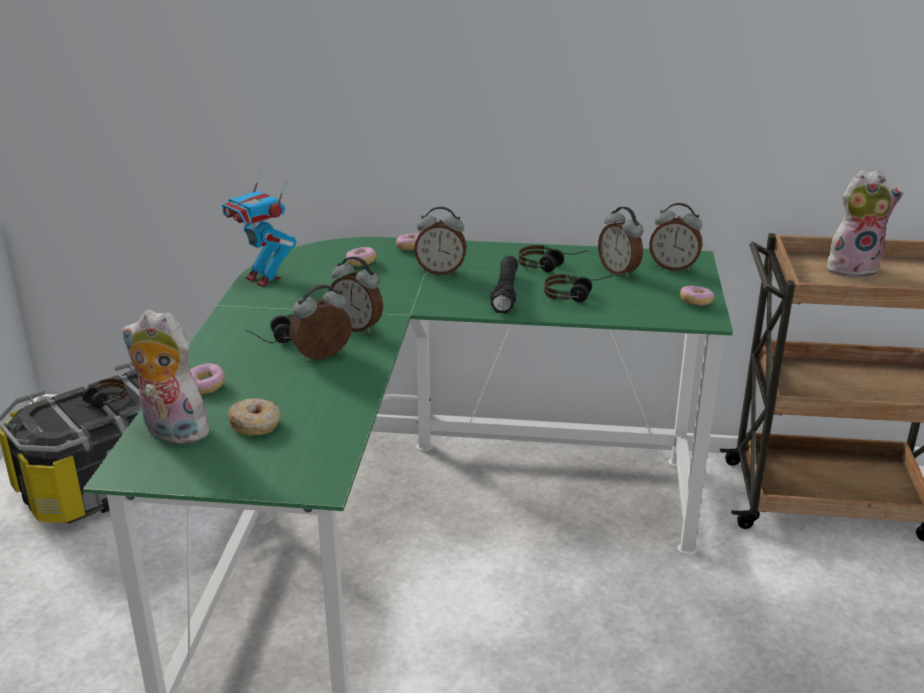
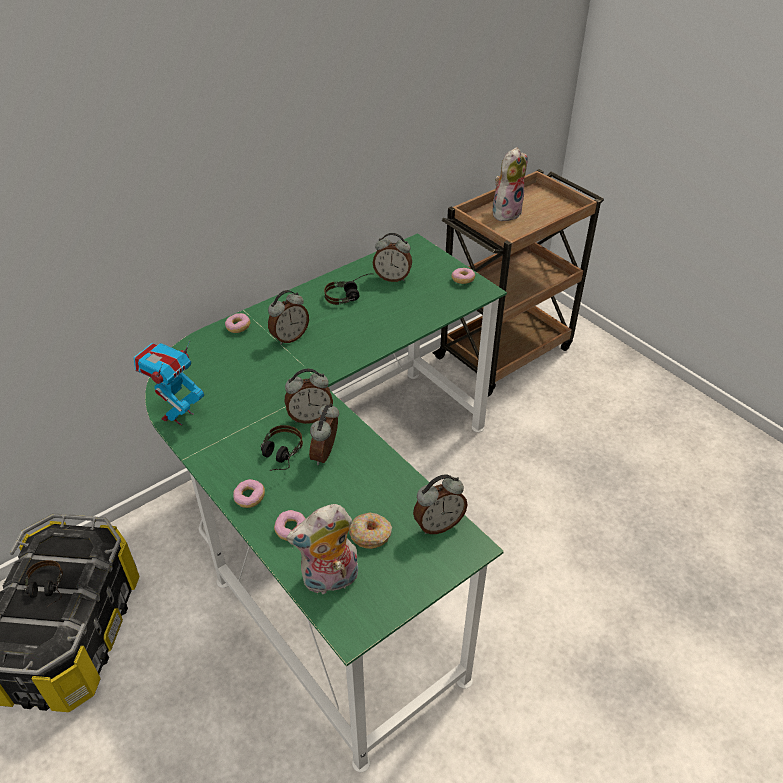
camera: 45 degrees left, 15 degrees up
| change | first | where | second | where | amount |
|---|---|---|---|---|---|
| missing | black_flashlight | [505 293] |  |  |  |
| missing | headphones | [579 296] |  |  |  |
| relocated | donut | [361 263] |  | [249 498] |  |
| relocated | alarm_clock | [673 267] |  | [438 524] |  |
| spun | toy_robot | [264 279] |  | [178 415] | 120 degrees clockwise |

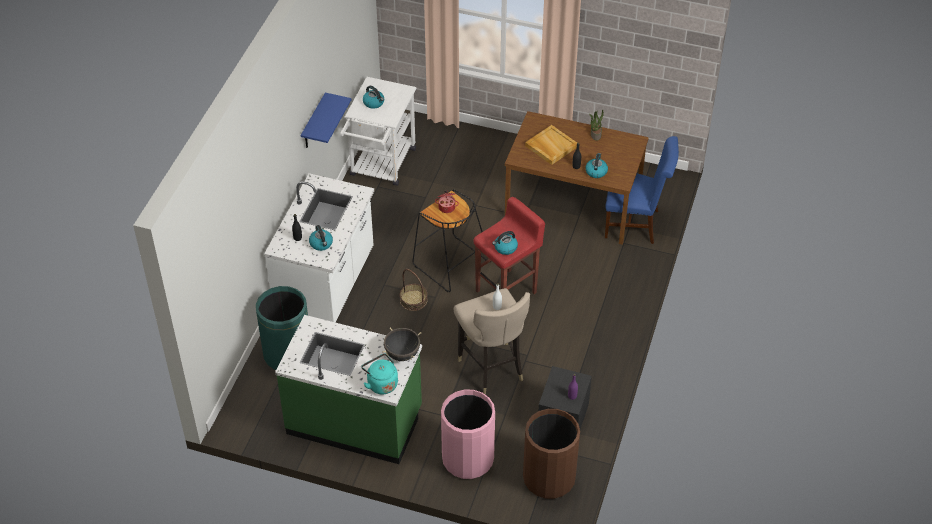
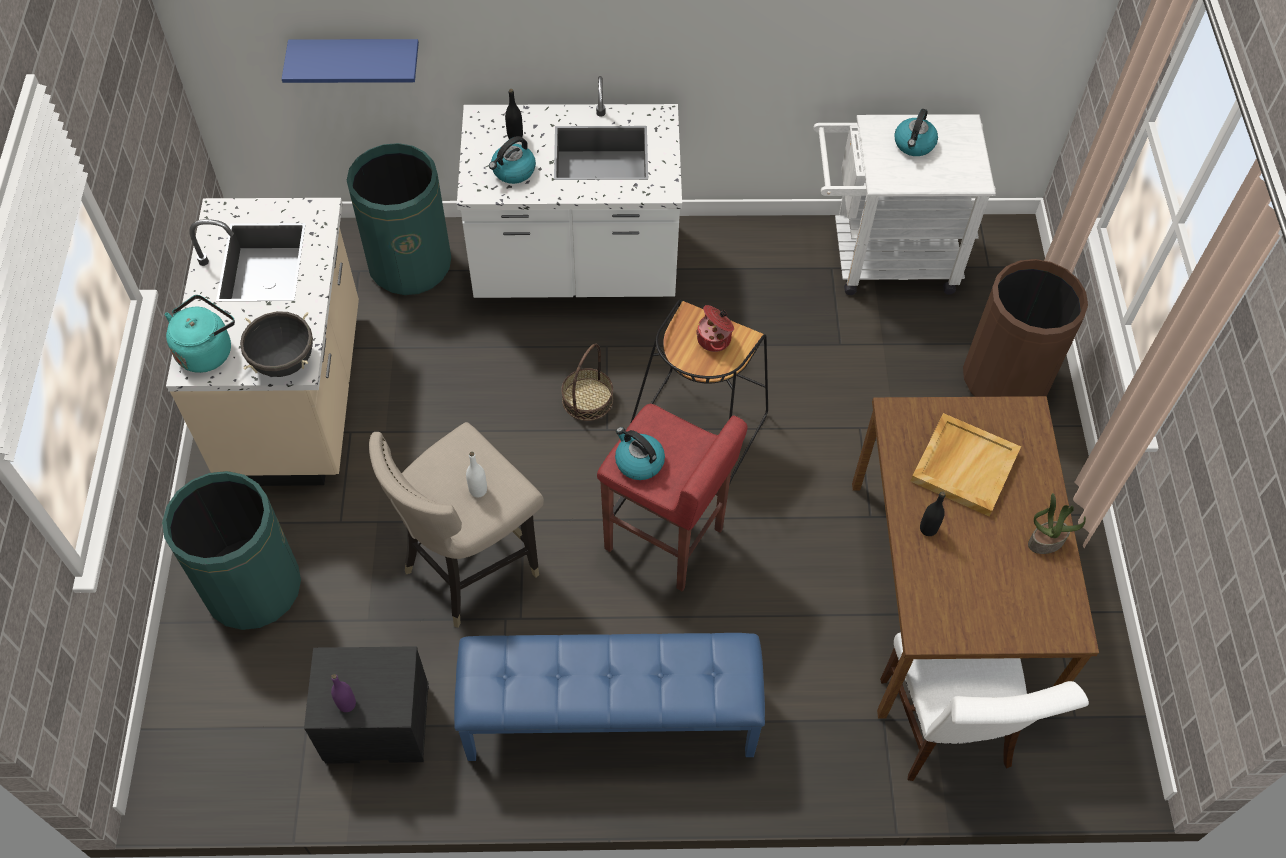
camera: 70 degrees right, 10 degrees up
| change | first | where | second | where | amount |
|---|---|---|---|---|---|
| missing | kettle | [596 171] |  |  |  |
| appeared |  |  | blue_bench | [610 719] |  |
| relocated | blue_shelf | [313 123] |  | [357 58] |  |
| relocated | brown_trash_can | [549 478] |  | [1005 378] |  |
| colour | green_counter | [355 420] | beige_counter | [296 395] |  |
| colour | pink_trash_can | [467 459] | green_trash_can | [253 587] |  |
| colour | blue_chair | [636 224] | white_chair | [949 731] |  |

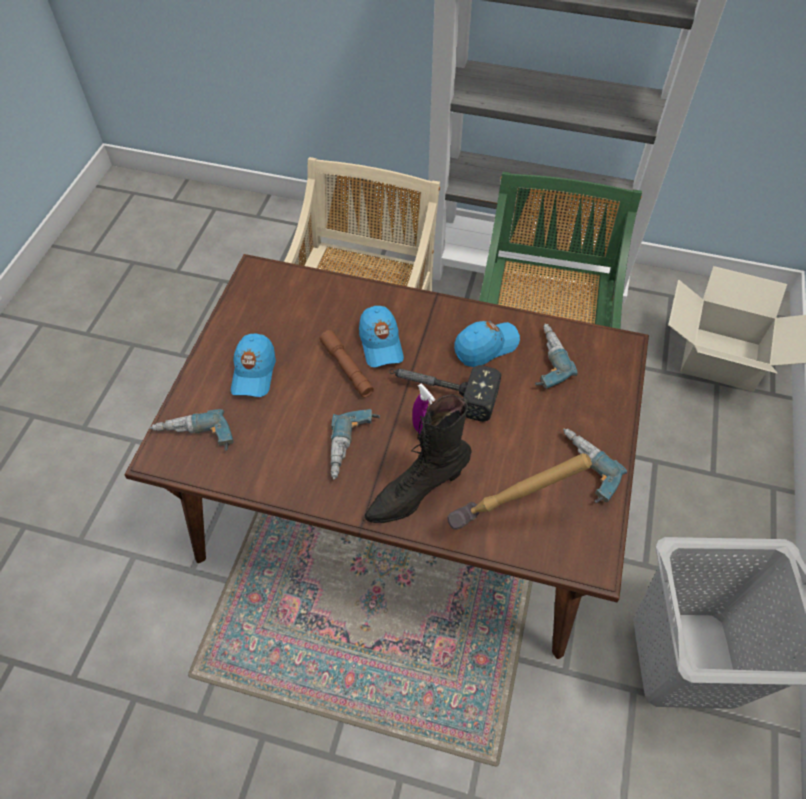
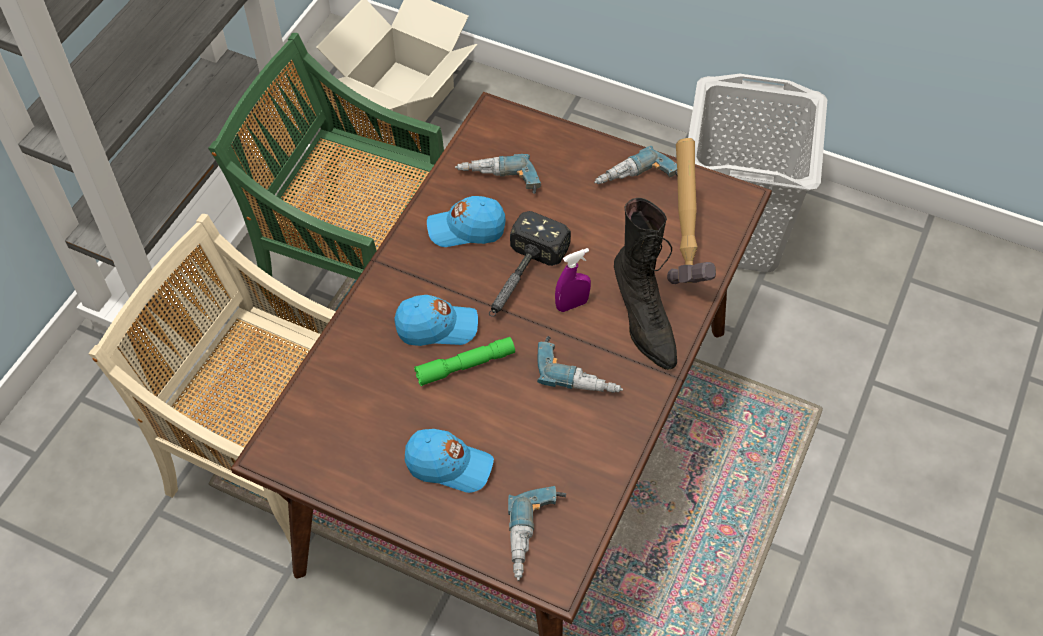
camera: 80 degrees left, 0 degrees up
| change | first | where | second | where | amount |
|---|---|---|---|---|---|
| colour | brown_flashlight | [347 368] | green_flashlight | [465 365] |  |
| spun | blue_cap | [485 346] |  | [466 229] | 75 degrees counterclockwise |

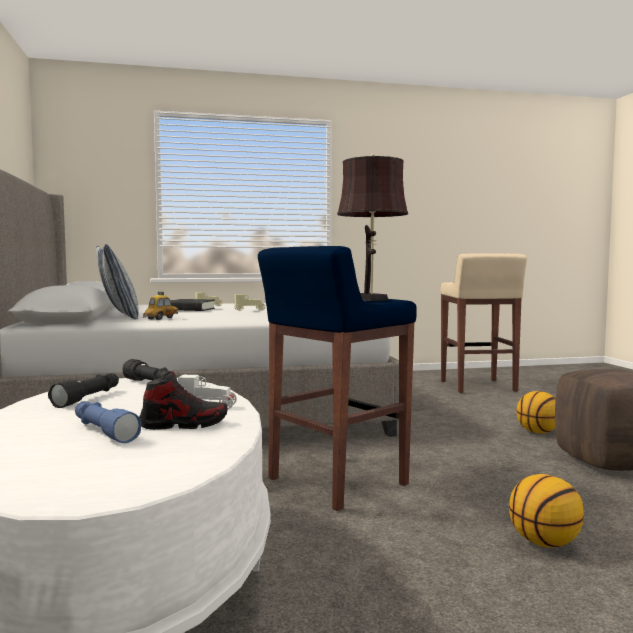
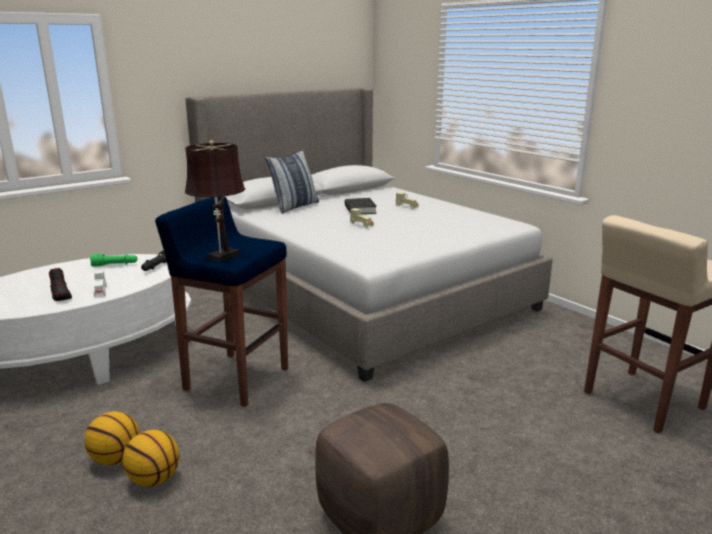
camera: 65 degrees right, 15 degrees up
| change | first | where | second | where | amount |
|---|---|---|---|---|---|
| missing | blue_flashlight | [103 432] |  |  |  |
| missing | toy_car | [161 318] |  |  |  |
| relocated | basketball | [538 432] |  | [116 459] |  |
| colour | black_flashlight | [88 398] | green_flashlight | [115 265] |  |

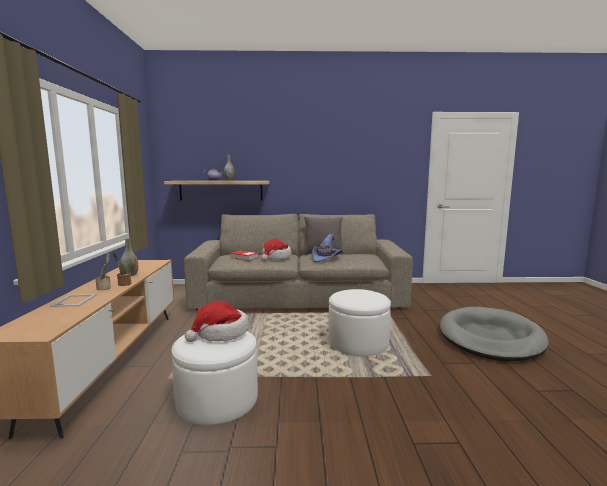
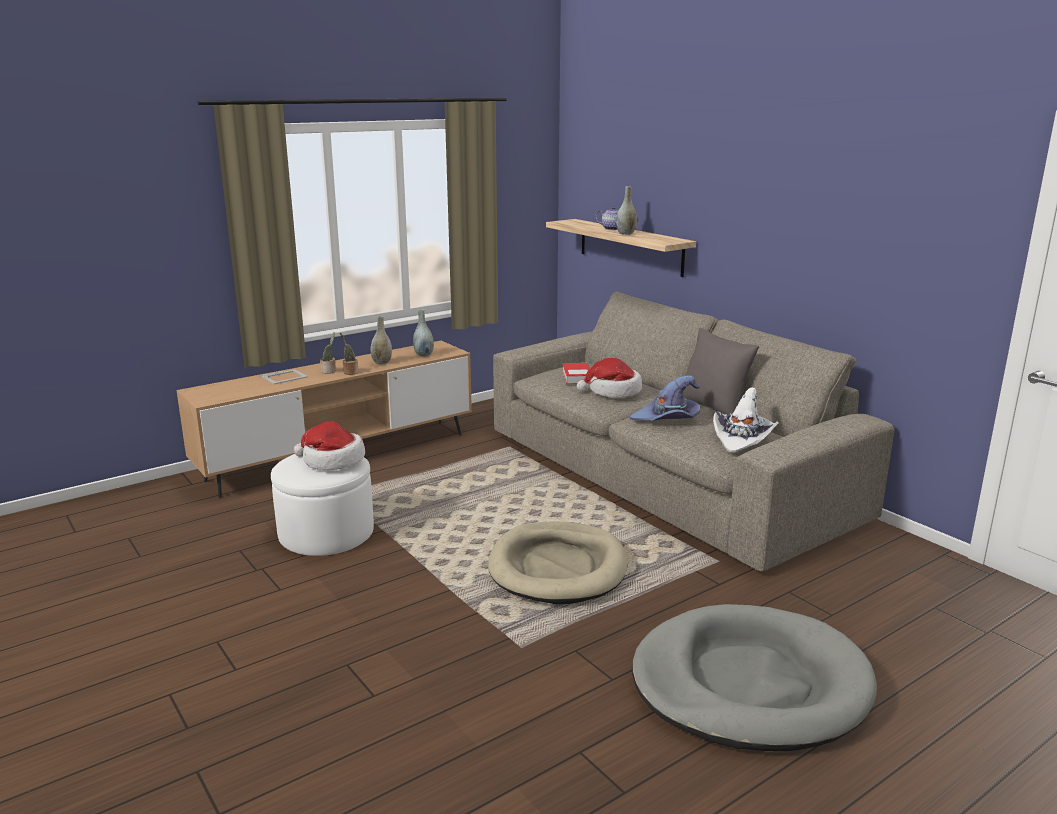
camera: 55 degrees right, 10 degrees up
| change | first | where | second | where | amount |
|---|---|---|---|---|---|
| appeared |  |  | grey_vase | [423 355] |  |
| appeared |  |  | white_hat | [742 439] |  |
| exchanged | white_ottoman | [358 342] | beige_dog_bed | [558 568] |  |

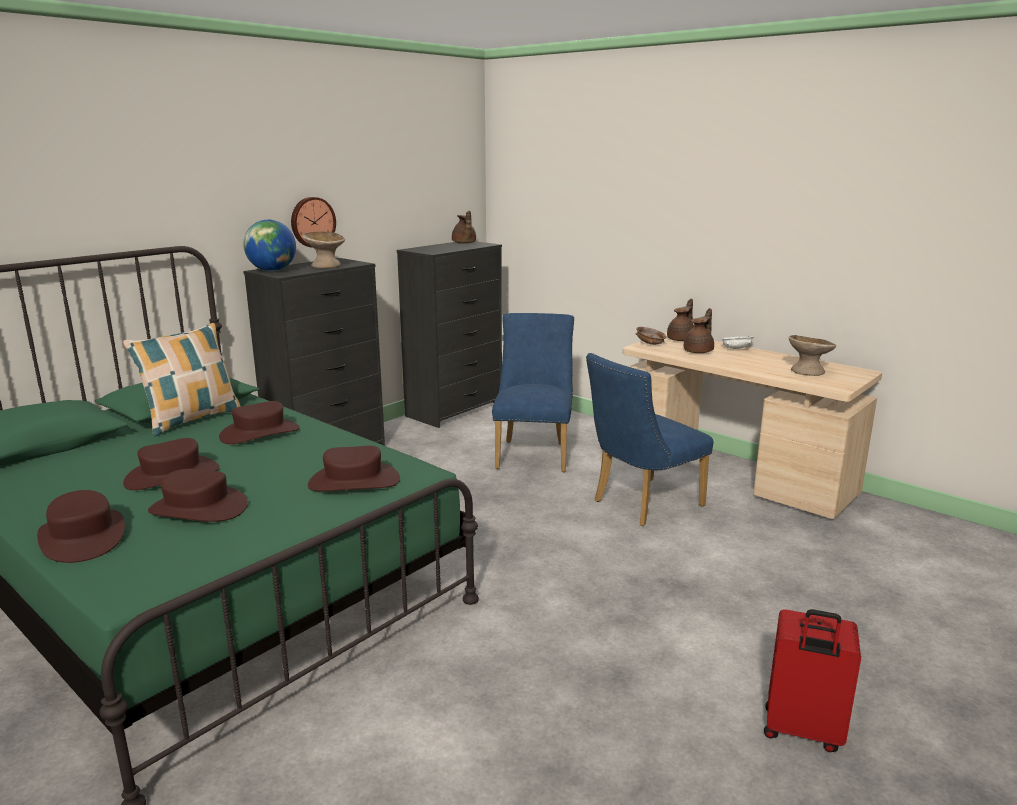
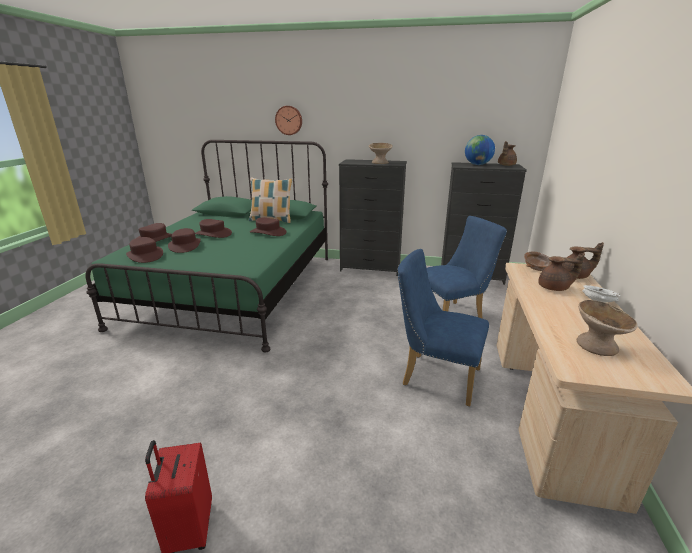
camera: 60 degrees right, 5 degrees up
| change | first | where | second | where | amount |
|---|---|---|---|---|---|
| relocated | globe | [272 271] |  | [477 165] |  |
| relocated | wall_clock | [312 222] |  | [289 120] |  |
| relocated | brown_hat | [354 482] |  | [145 255] |  |

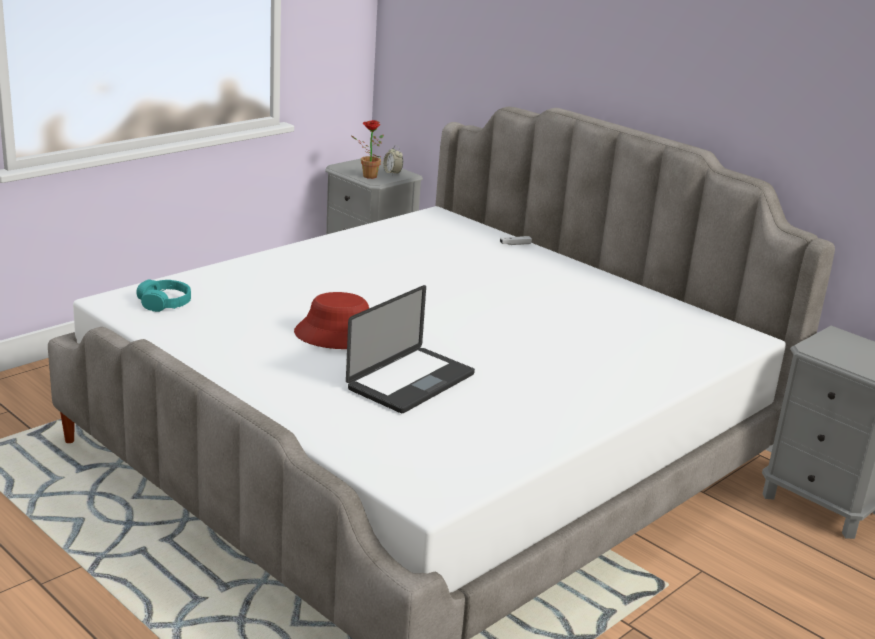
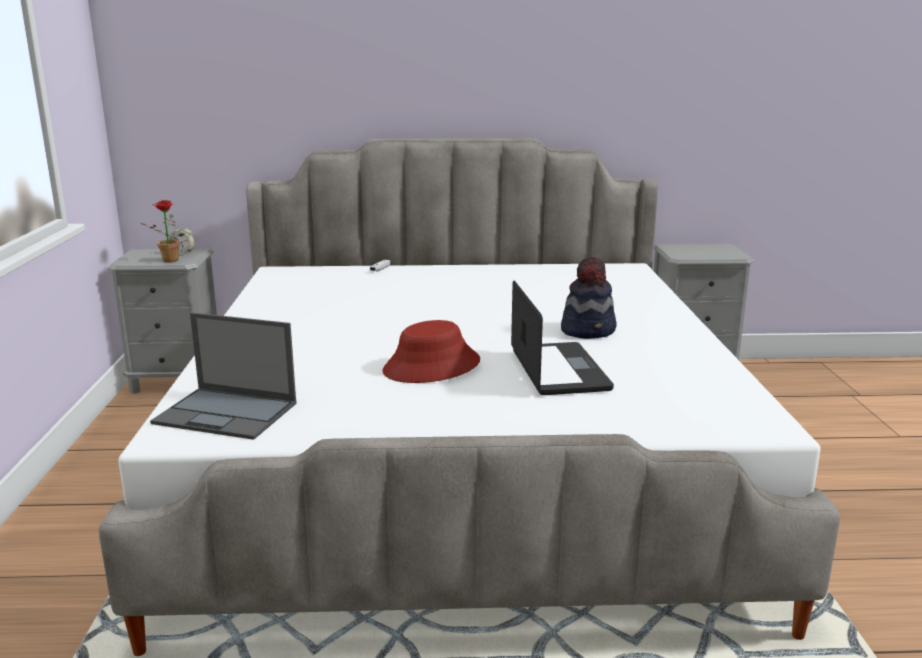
camera: 45 degrees left, 5 degrees down
| change | first | where | second | where | amount |
|---|---|---|---|---|---|
| appeared |  |  | hat | [588 330] |  |
| exchanged | turquoise_headphones | [165 303] | laptop | [227 413] |  |

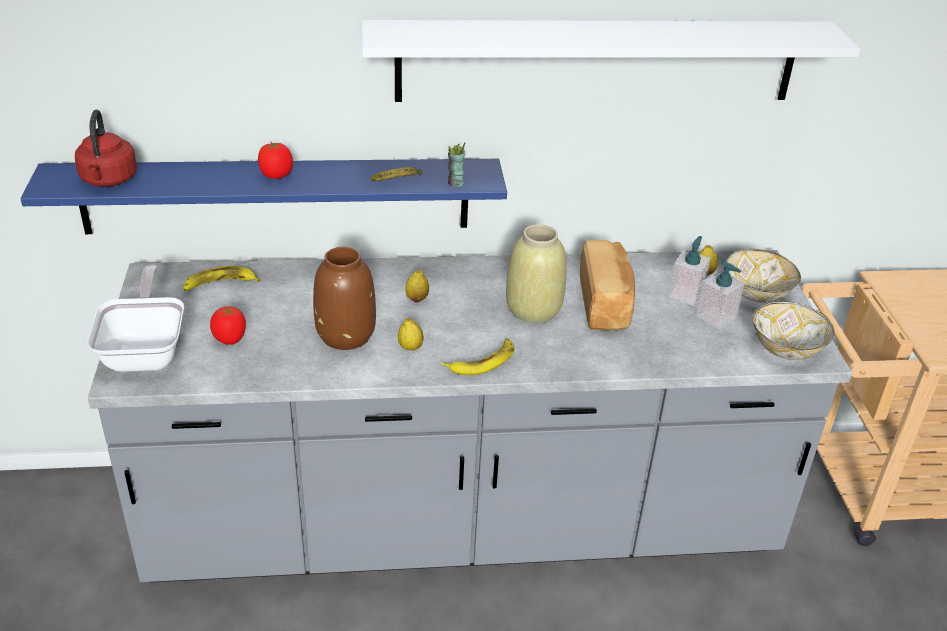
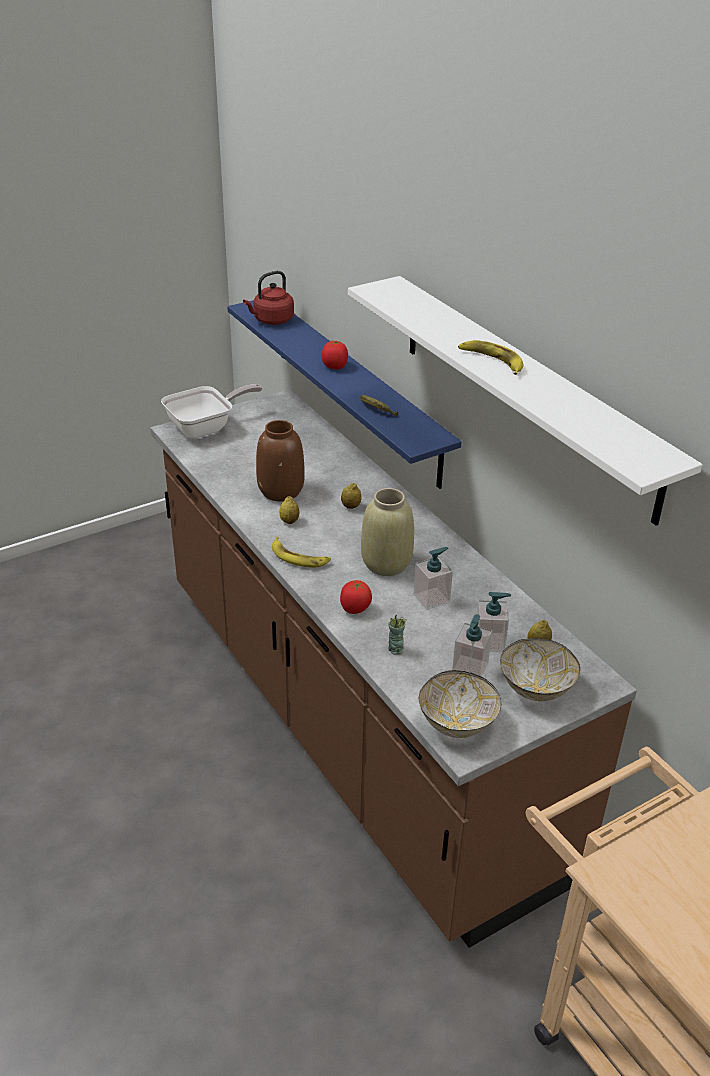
camera: 65 degrees right, 0 degrees up
| change | first | where | second | where | amount |
|---|---|---|---|---|---|
| relocated | banana | [219 284] |  | [492 361] |  |
| relocated | tomato | [230 339] |  | [355 609] |  |
| relocated | cup | [455 183] |  | [395 649] |  |
| exchanged | bread | [605 303] | soap_dispenser | [431 598] |  |
| colour | grey_counter | [463 523] | brown_counter | [351 721] |  |

